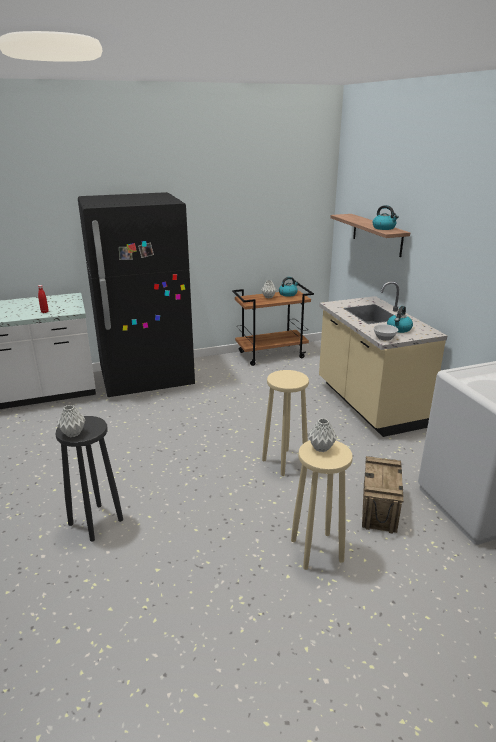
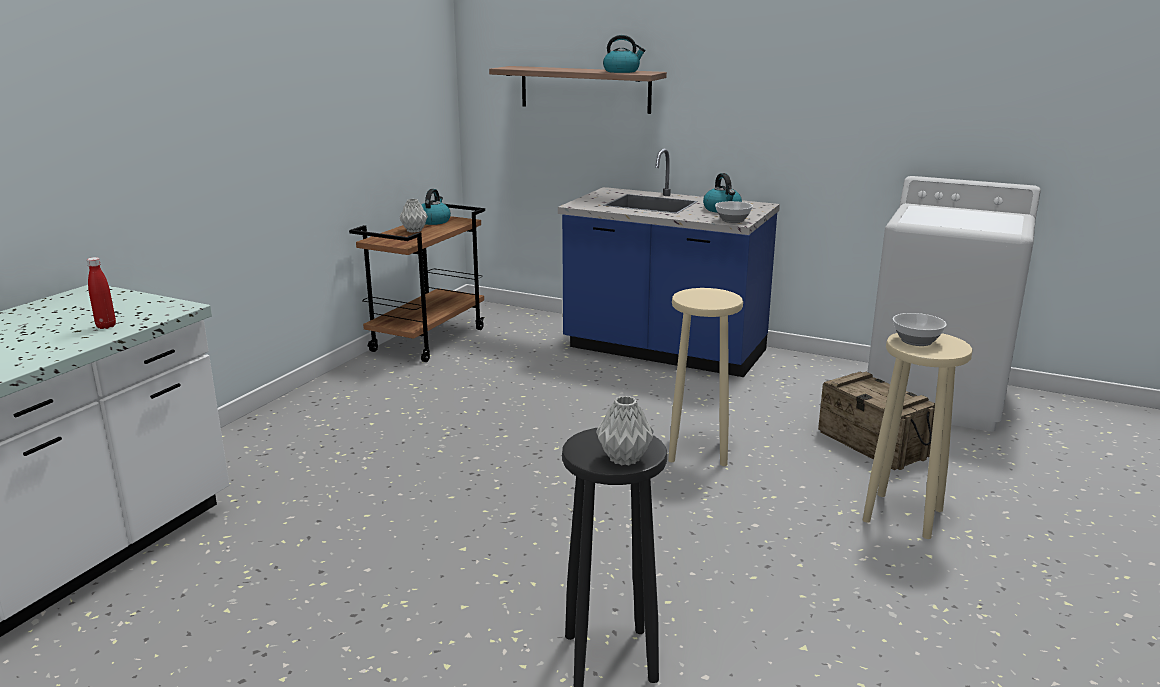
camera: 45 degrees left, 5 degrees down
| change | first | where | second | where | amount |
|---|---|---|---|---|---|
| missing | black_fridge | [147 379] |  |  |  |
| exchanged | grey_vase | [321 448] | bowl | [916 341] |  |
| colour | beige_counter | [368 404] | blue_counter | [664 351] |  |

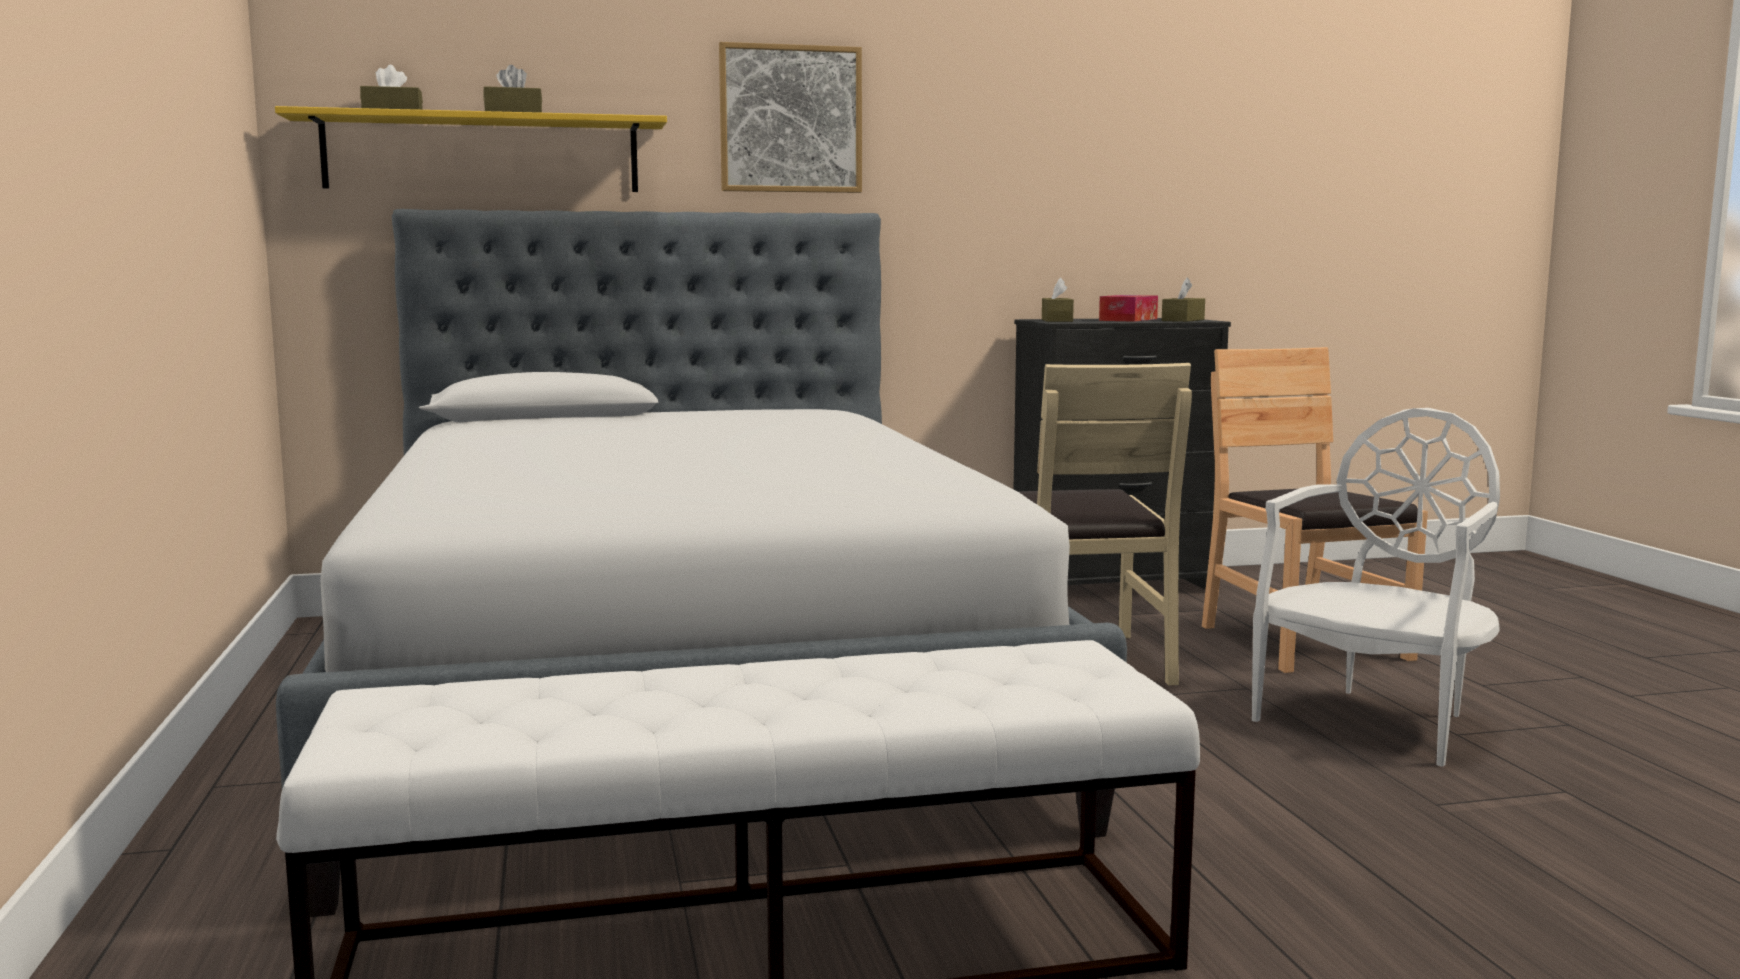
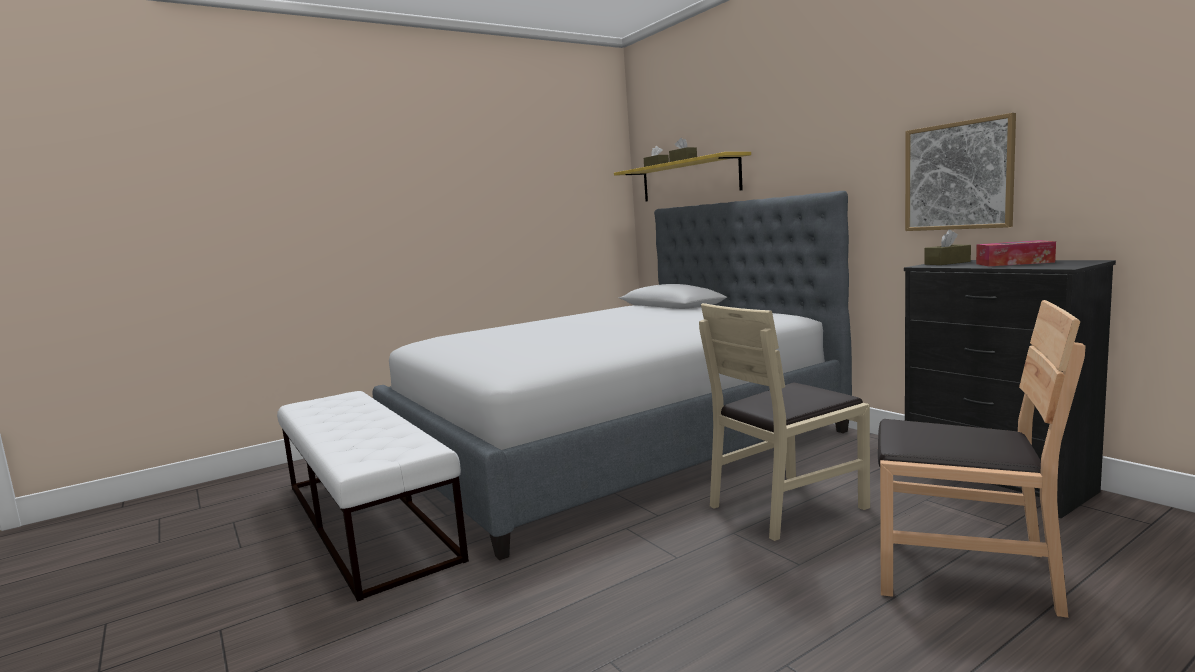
camera: 70 degrees right, 0 degrees up
| change | first | where | second | where | amount |
|---|---|---|---|---|---|
| missing | brown_tissue_box | [1183 320] |  |  |  |
| missing | white_chair | [1375 721] |  |  |  |
| relocated | picture | [790 119] |  | [958 176] |  |
| spun | brown_chair | [1302 643] |  | [961 571] | 60 degrees clockwise |

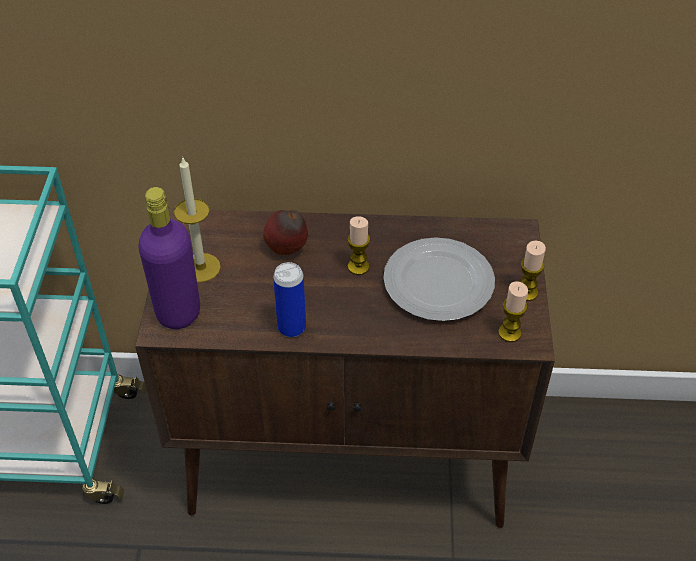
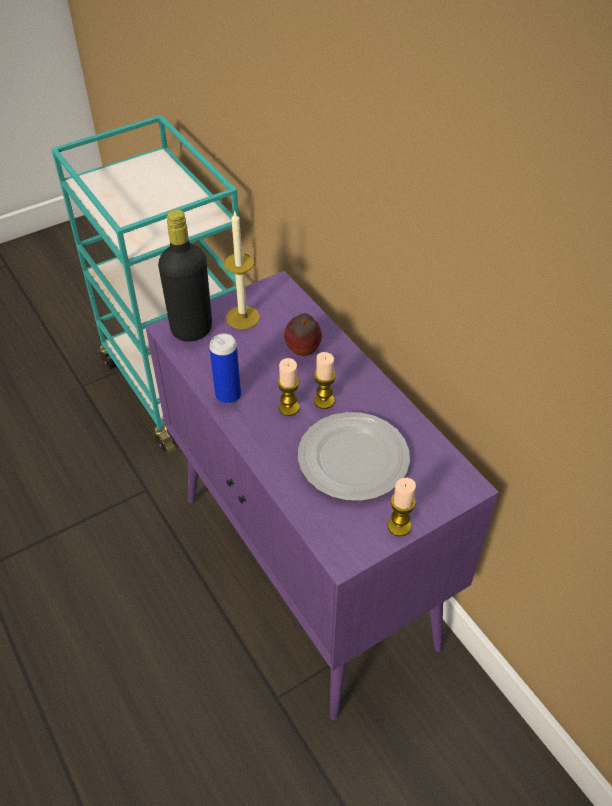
camera: 55 degrees right, 0 degrees up
| change | first | where | second | where | amount |
|---|---|---|---|---|---|
| relocated | candle | [509 333] |  | [289 408] |  |
| colour | brown_cabinet | [351 461] | purple_cabinet | [308 572] |  |
| colour | purple_bottle | [178 312] | black_bottle | [191 329] |  |

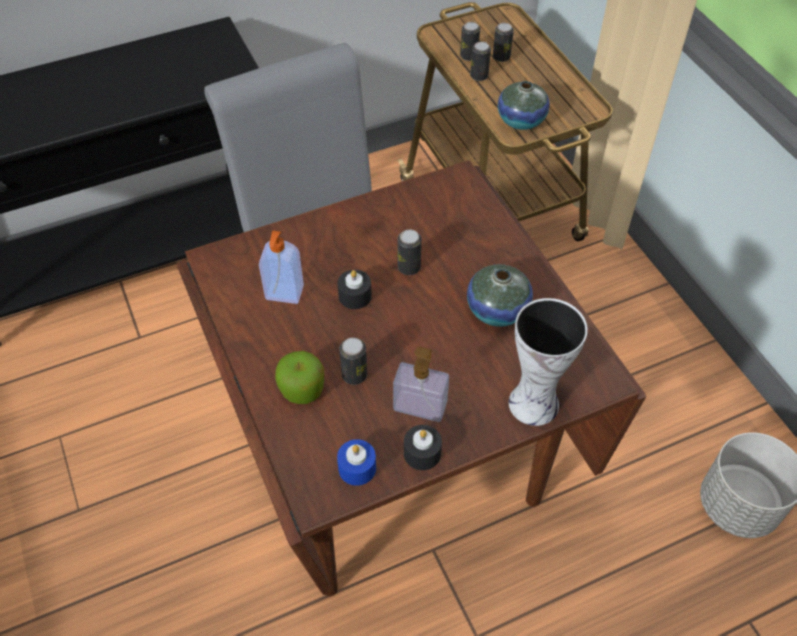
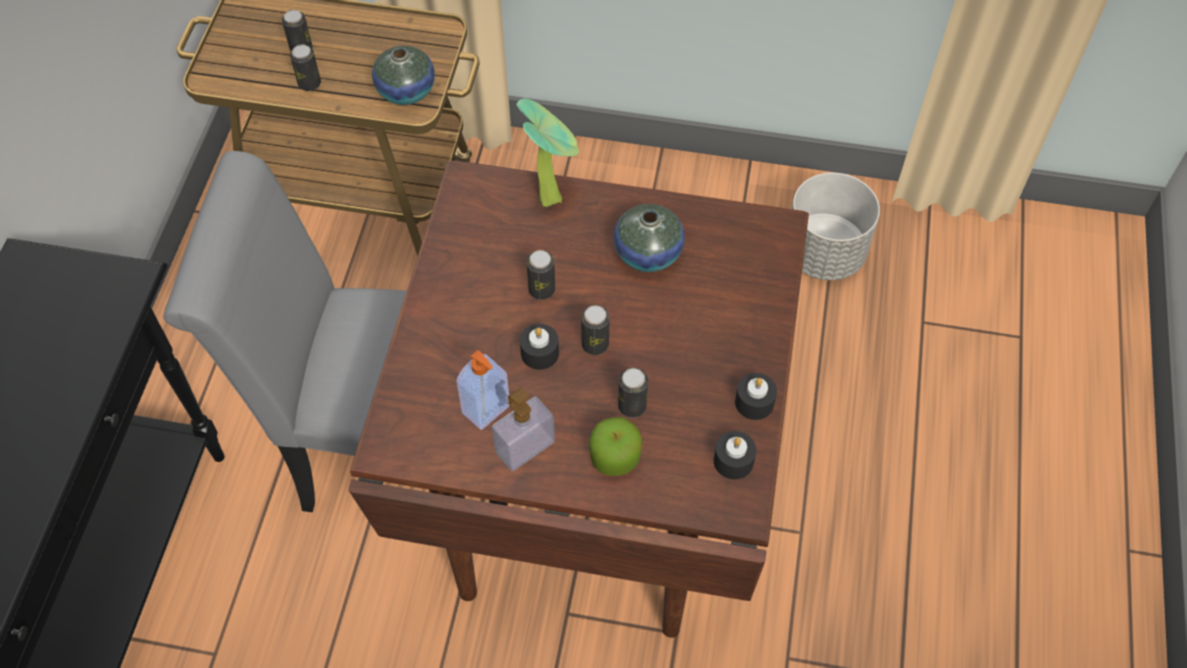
camera: 55 degrees left, 5 degrees up
| change | first | where | second | where | amount |
|---|---|---|---|---|---|
| missing | vase | [533 401] |  |  |  |
| appeared |  |  | potted_plant | [552 196] |  |
| relocated | soap_dispenser | [420 406] |  | [525 447] |  |
| relocated | can | [468 56] |  | [595 344] |  |
| colour | blue_candle | [357 468] | black_candle | [733 461] |  |

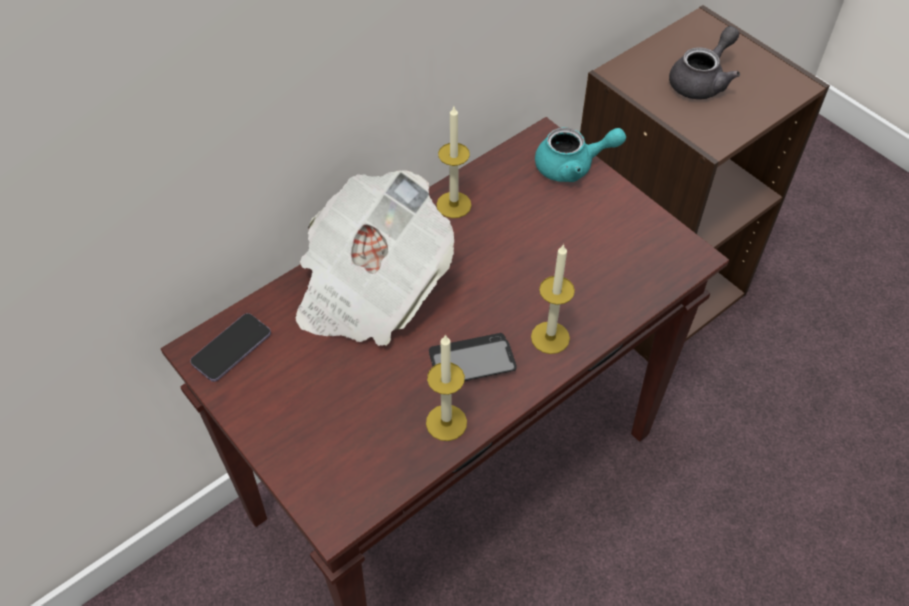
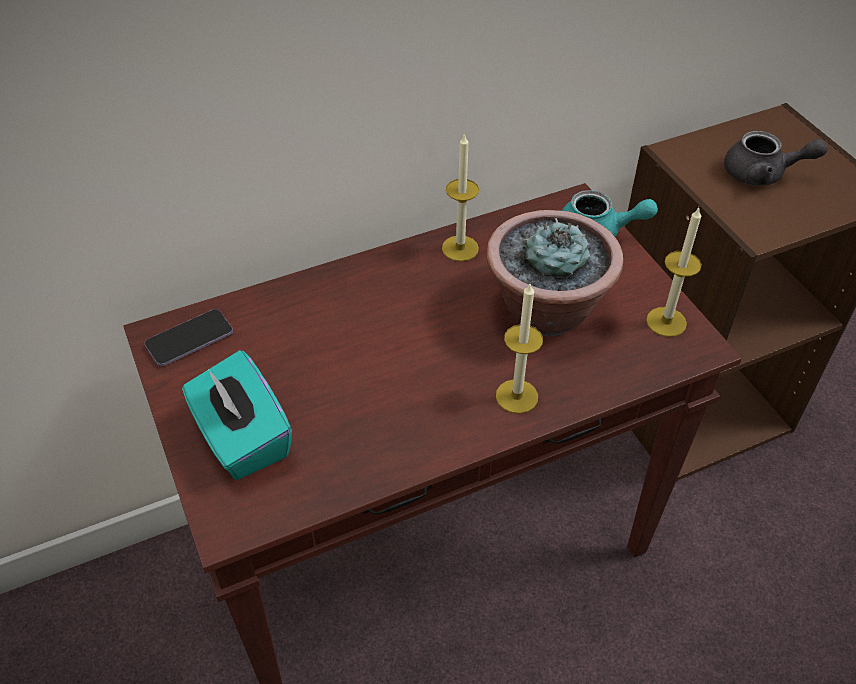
camera: 15 degrees right, 5 degrees down
| change | first | where | second | where | amount |
|---|---|---|---|---|---|
| missing | newspaper | [370 287] |  |  |  |
| missing | phone | [472 360] |  |  |  |
| appeared |  |  | turquoise_tissue_box | [242 438] |  |
| appeared |  |  | potted_plant | [546 310] |  |
| relocated | candle | [446 422] |  | [666 322] |  |
| spun | grey_teapot | [702 81] |  | [762 174] | 45 degrees clockwise |

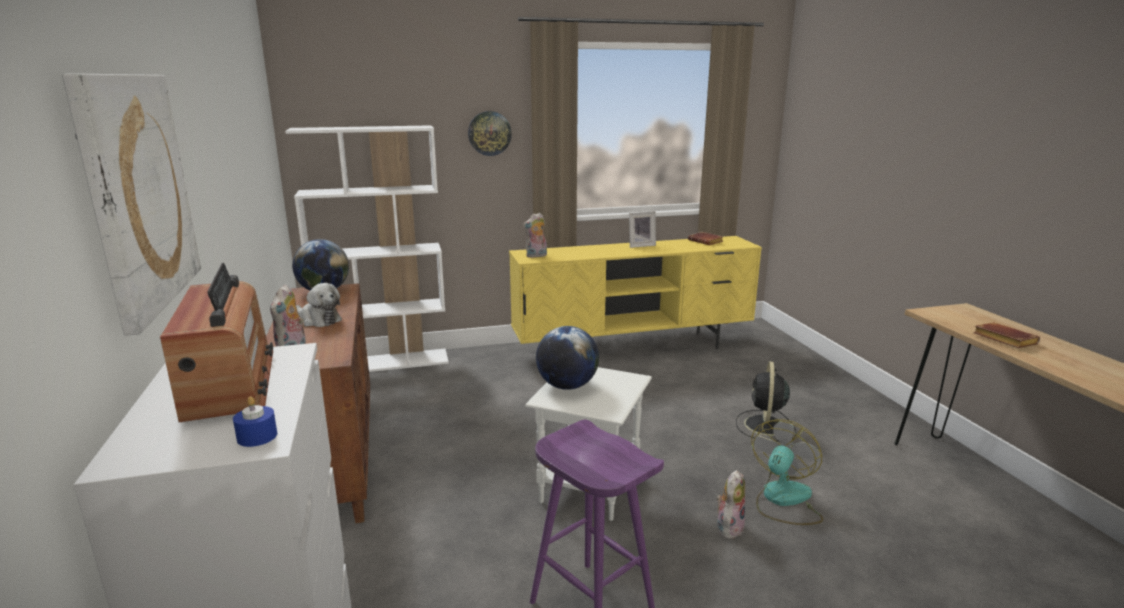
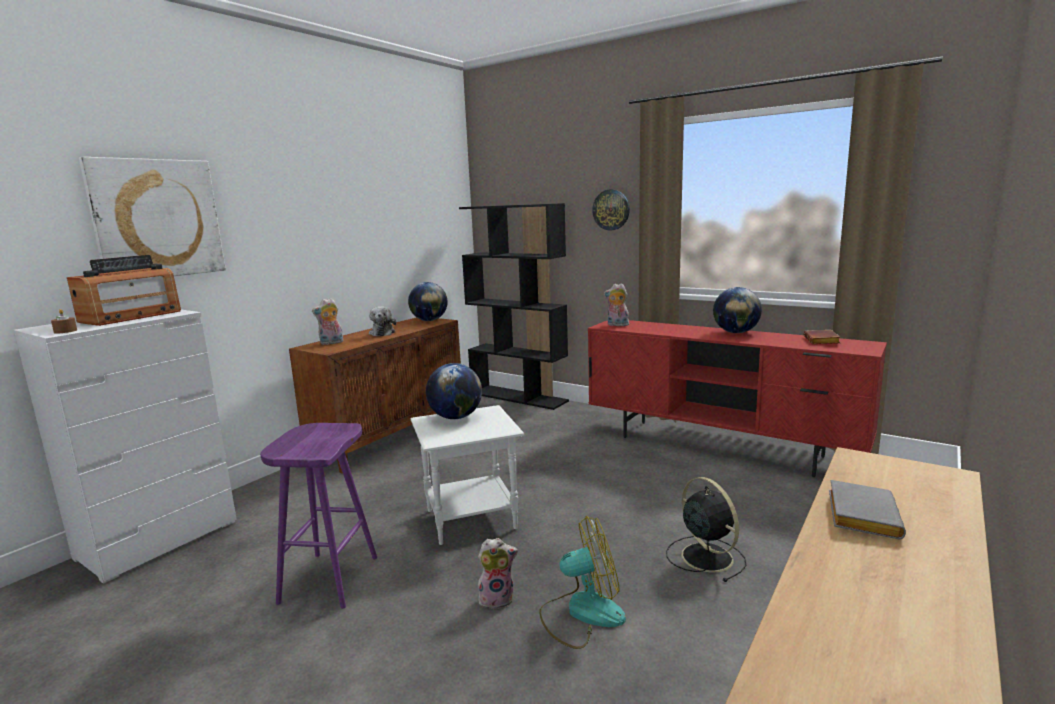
camera: 50 degrees right, 5 degrees down
| change | first | where | second | where | amount |
|---|---|---|---|---|---|
| exchanged | picture_frame | [640 245] | globe | [735 332] |  |
| colour | blue_candle | [257 436] | brown_candle | [65 331] |  |
| colour | white_bookcase | [385 362] | black_bookcase | [519 397] |  |
| colour | yellow_tv_stand | [634 348] | red_tv_stand | [719 447] |  |
| colour | brown_book | [1002 339] | grey_book | [859 515] |  |
| spun | black_fan | [764 426] |  | [705 556] | 90 degrees clockwise |

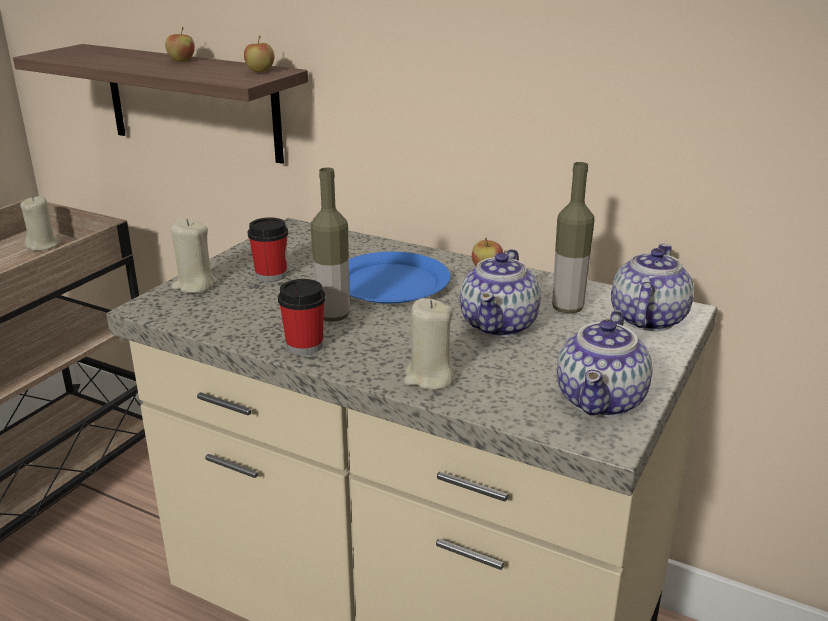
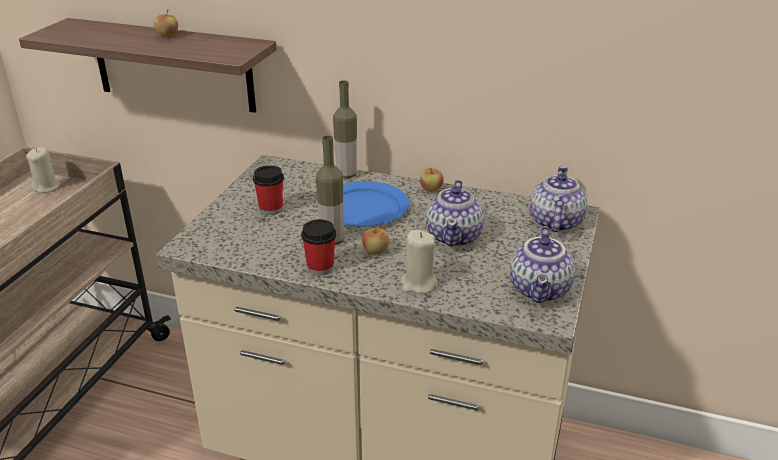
camera: 10 degrees left, 5 degrees up
| change | first | where | second | where | amount |
|---|---|---|---|---|---|
| missing | beige_candle | [194 285] |  |  |  |
| relocated | apple | [260 71] |  | [375 251] |  |
| relocated | bottle | [567 308] |  | [346 175] |  |

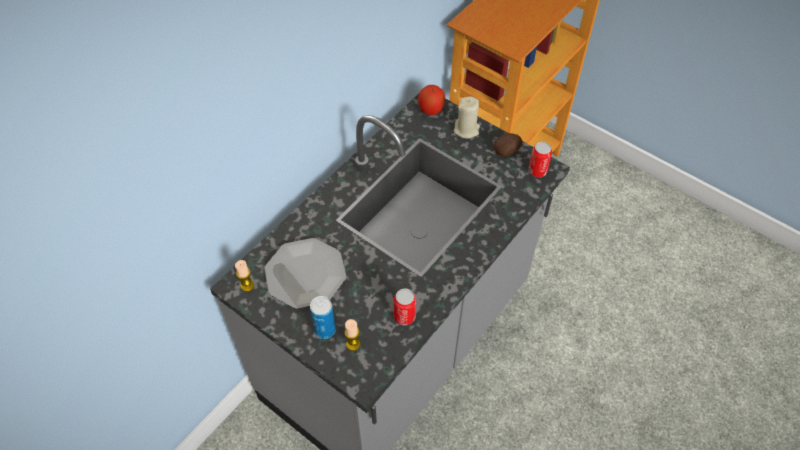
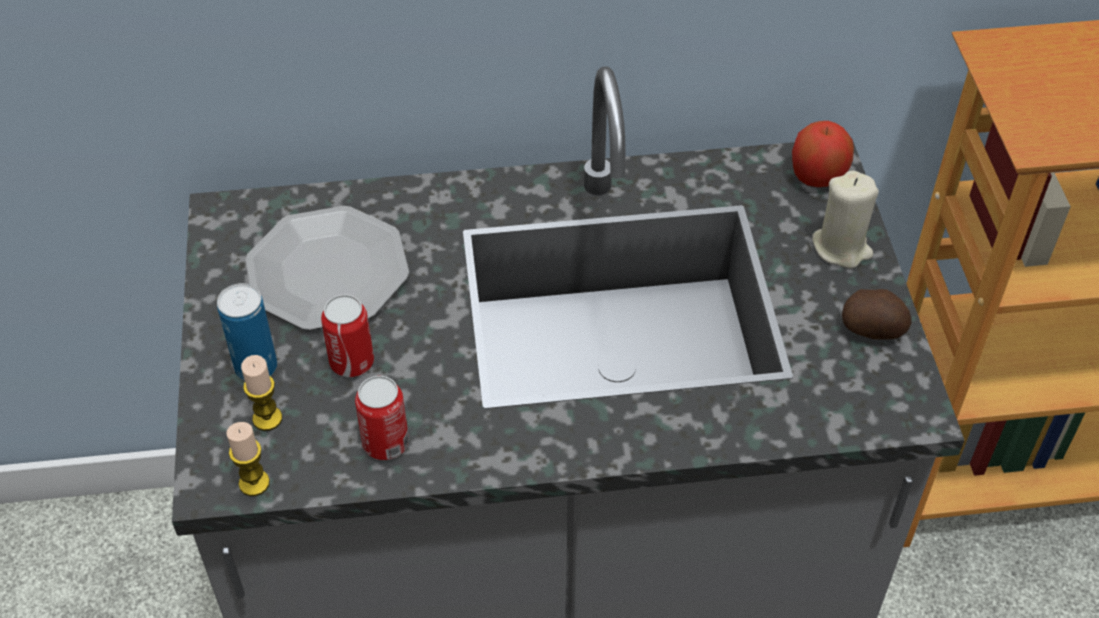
camera: 45 degrees right, 5 degrees down
| change | first | where | second | where | amount |
|---|---|---|---|---|---|
| relocated | candle | [247 285] |  | [254 483] |  |
| relocated | can | [537 171] |  | [352 362] |  |

